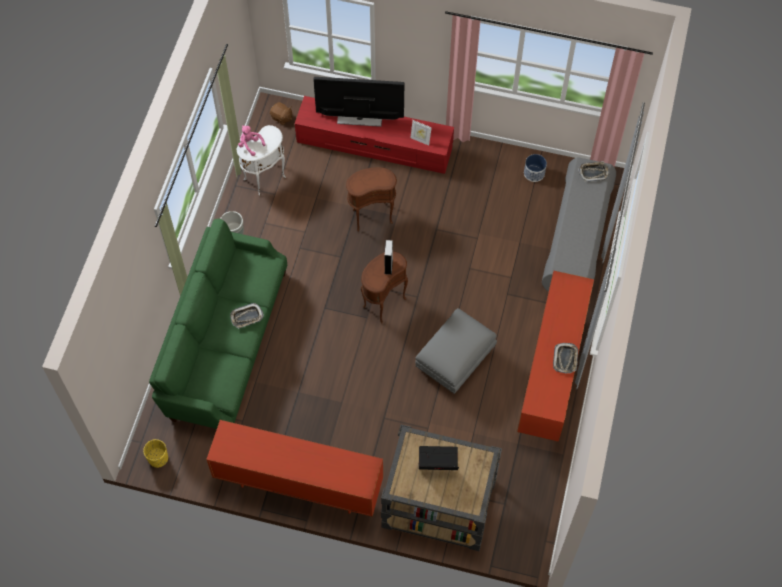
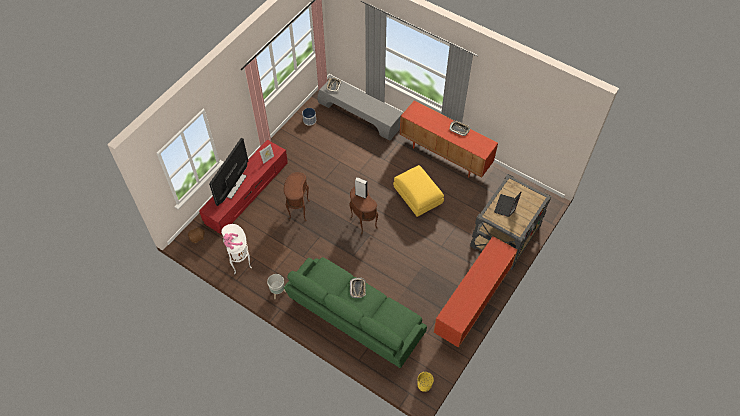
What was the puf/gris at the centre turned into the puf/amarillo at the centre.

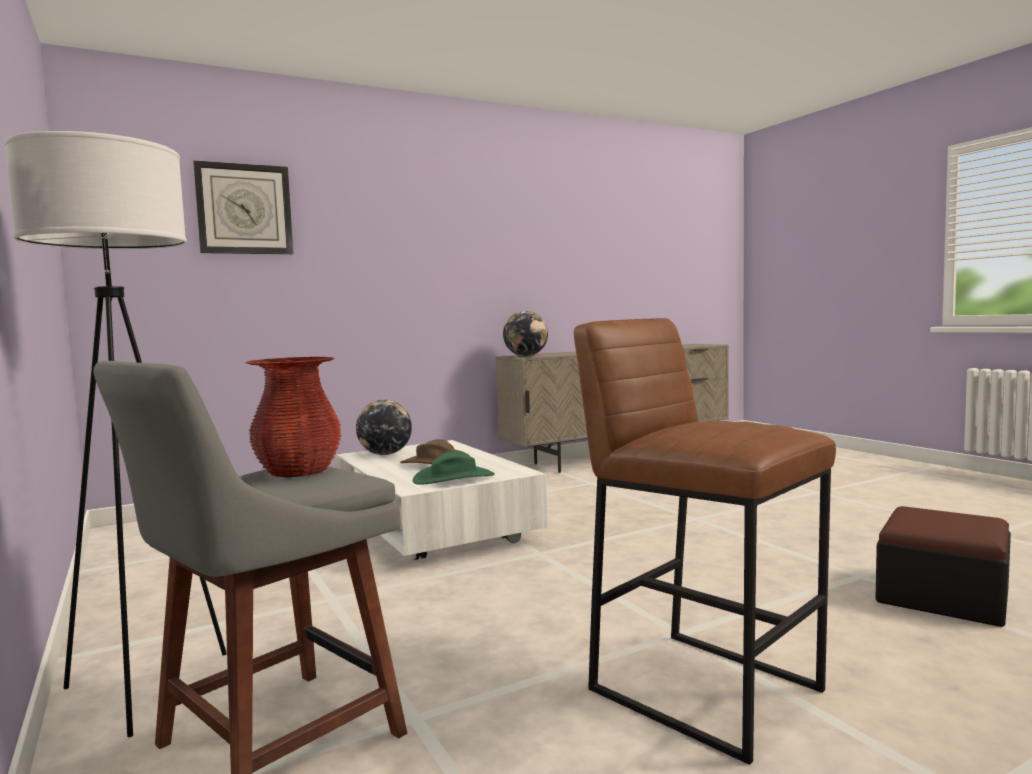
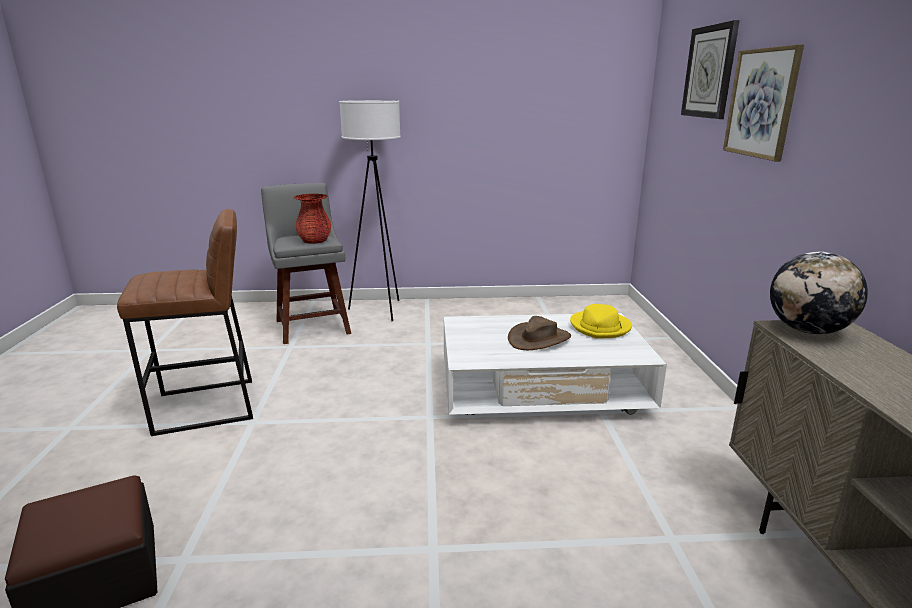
Where the globo terráqueo (1st from left) stood at the centre, the sombrero/amarillo came to stand at the centre. The second view gained the cuadro at the top right. The second view lost the sombrero/verde at the centre.

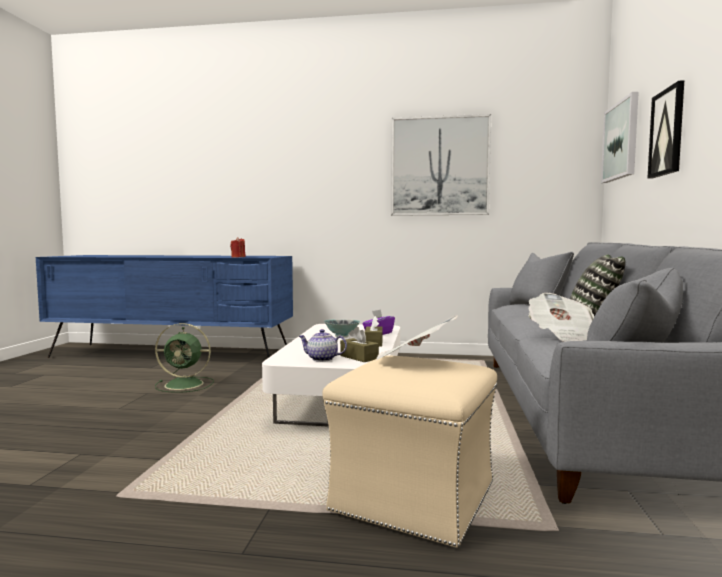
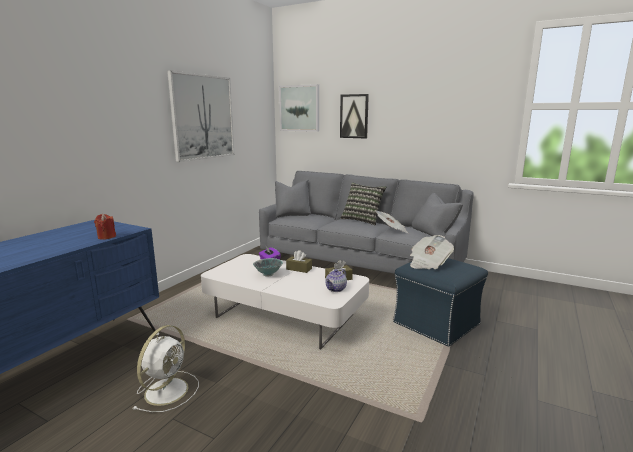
What was the ventilador/verde at the middle left turned into the ventilador/blanco at the bottom left. What was the puf/beis at the bottom centre turned into the puf/azul at the bottom right.

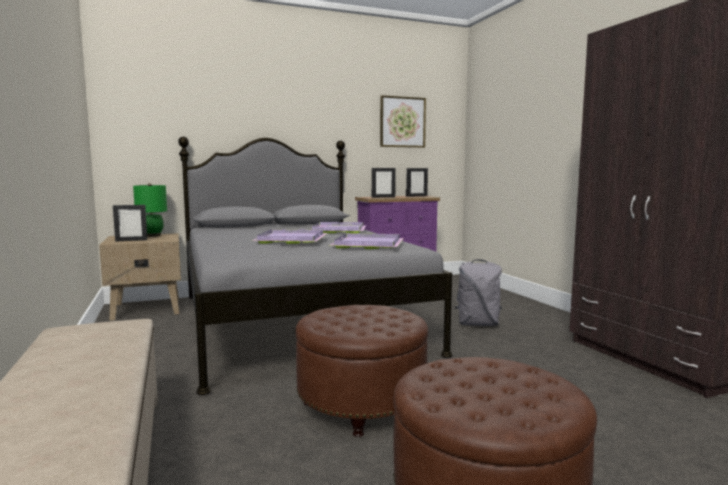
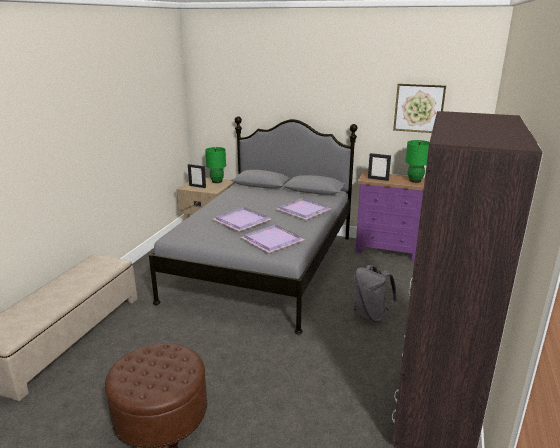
Where the portarretratos (3rd from left) stood at the centre, the lámpara de mesa/verde (2nd from left) came to stand at the middle right. The second view lost the puf/marrón (1st from left) at the bottom centre.

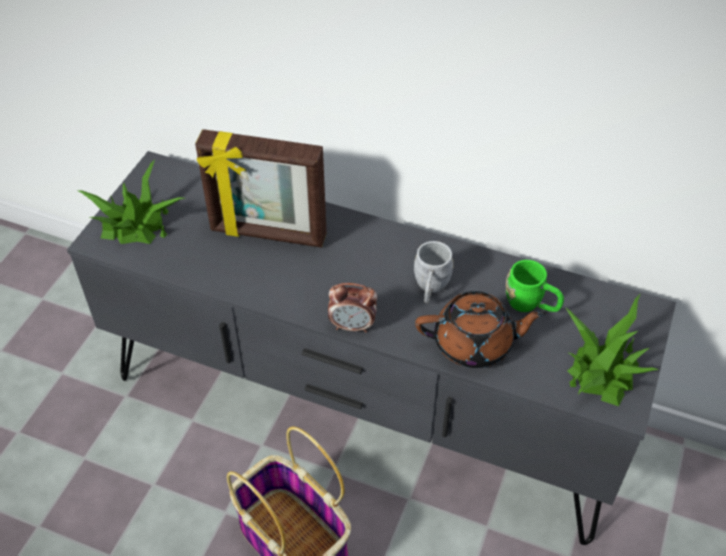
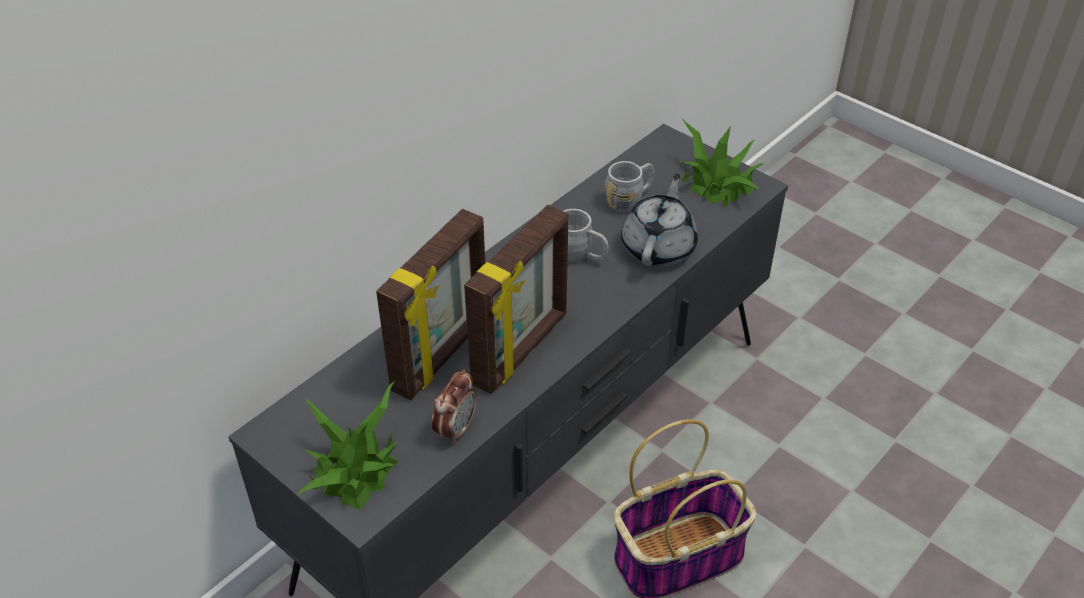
The despertador ended up elsewhere, having gone from the centre to the bottom centre. The second view gained the portarretratos (2nd from left) at the centre. What was the taza grande/verde at the middle right turned into the taza grande/gris (2nd from left) at the top centre. What was the tetera/marrón at the centre turned into the tetera/gris at the centre.

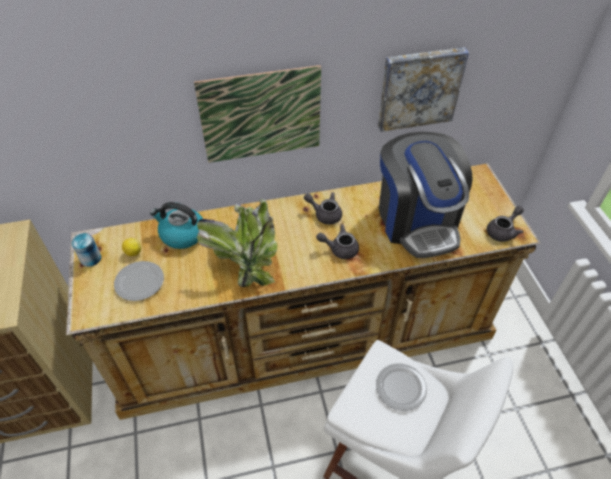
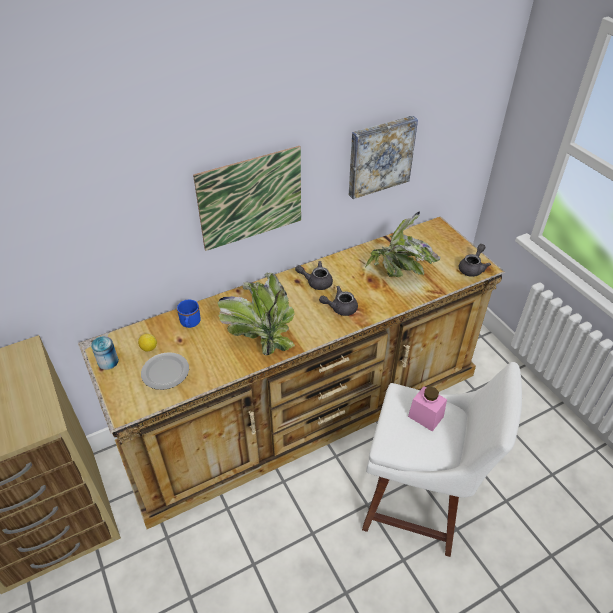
Where the hervidor stood at the middle left, the taza grande/azul came to stand at the middle left. Where the cafetera stood at the middle right, the planta en maceta (2nd from left) came to stand at the centre. Where the plato (2nd from left) stood at the bottom centre, the tarro/rosa came to stand at the bottom right.

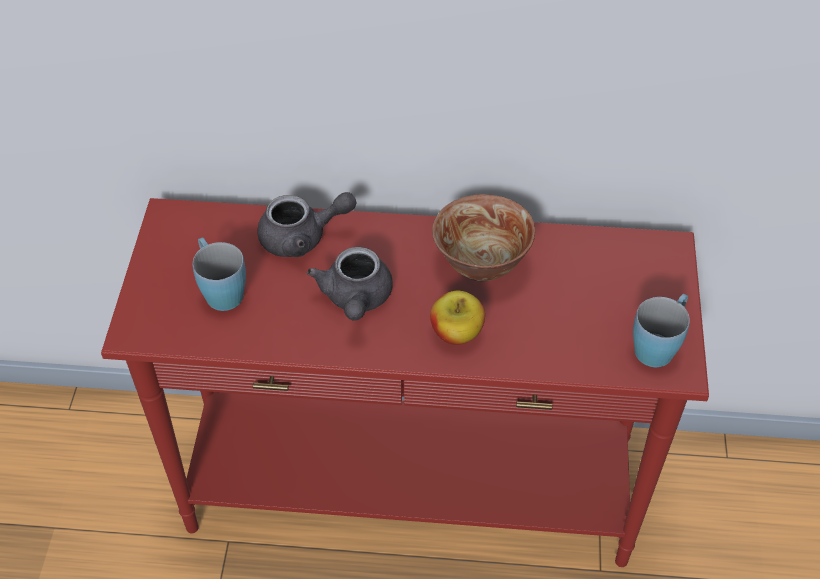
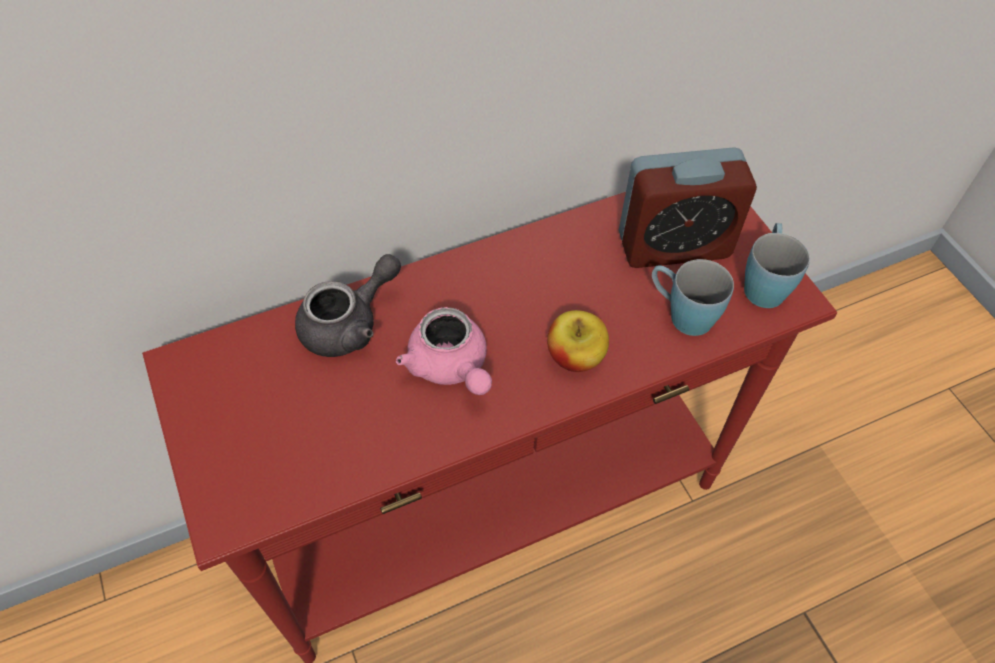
What was the tetera/gris (2nd from left) at the centre turned into the tetera/rosa at the centre. The second view gained the despertador at the top right. The taza grande/azul (1st from left) ended up elsewhere, having gone from the middle left to the middle right. The second view lost the cuenco at the centre.

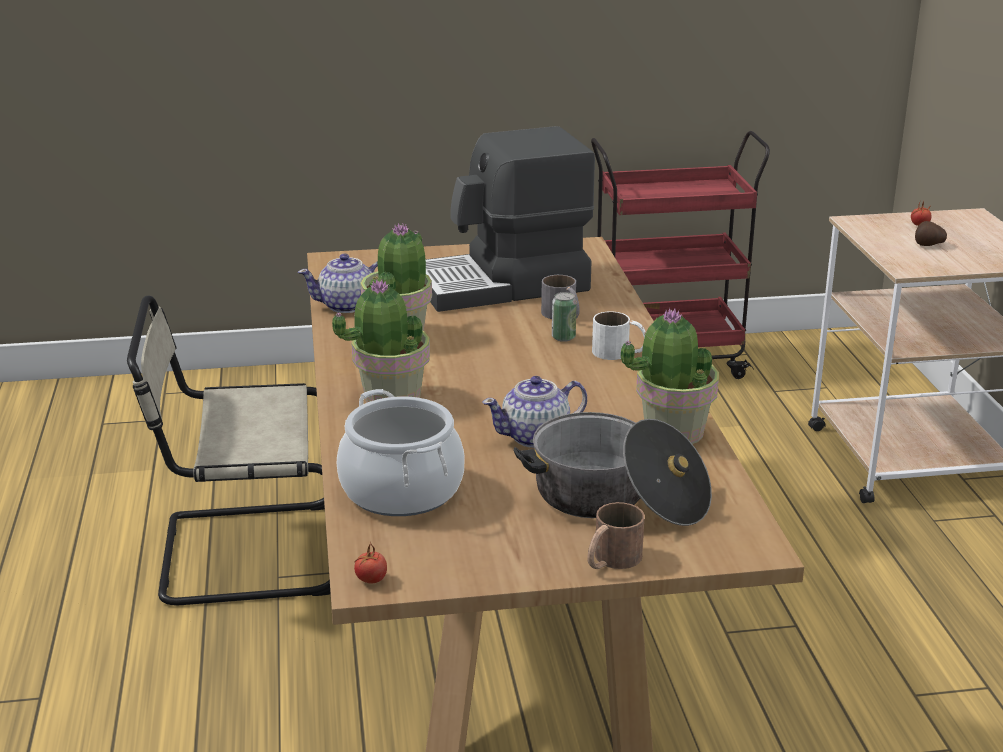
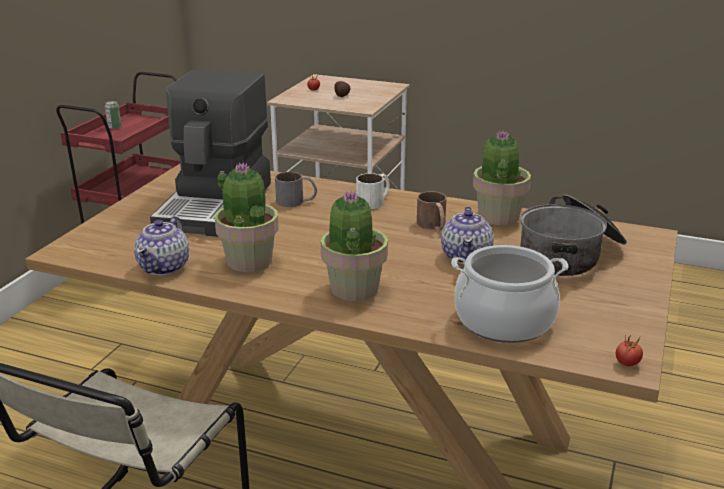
The lata ended up elsewhere, having gone from the centre to the top left. The taza grande/marrón ended up elsewhere, having gone from the bottom centre to the centre.

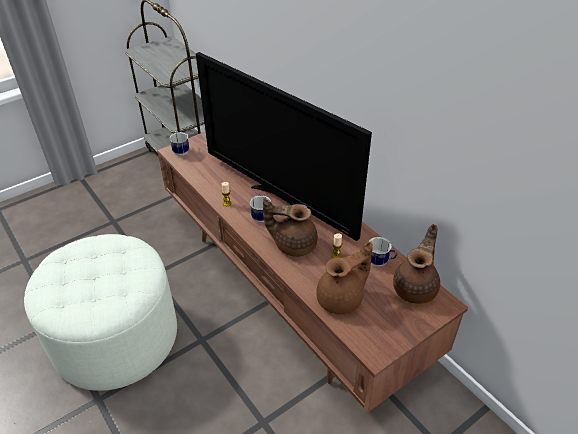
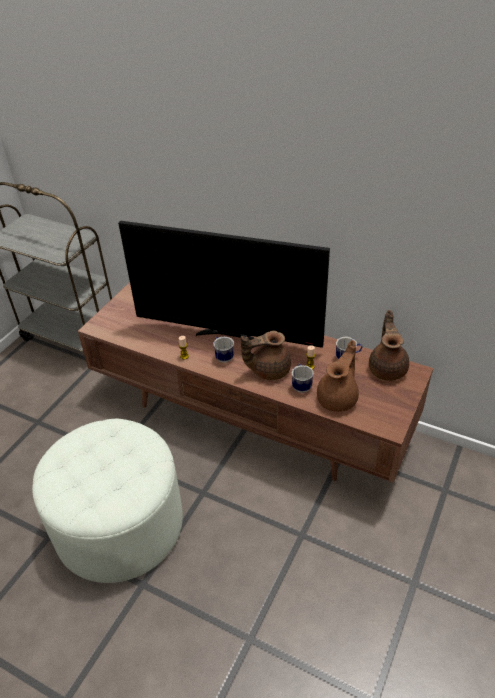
The taza grande (1st from left in the first image) ended up elsewhere, having gone from the top left to the centre.

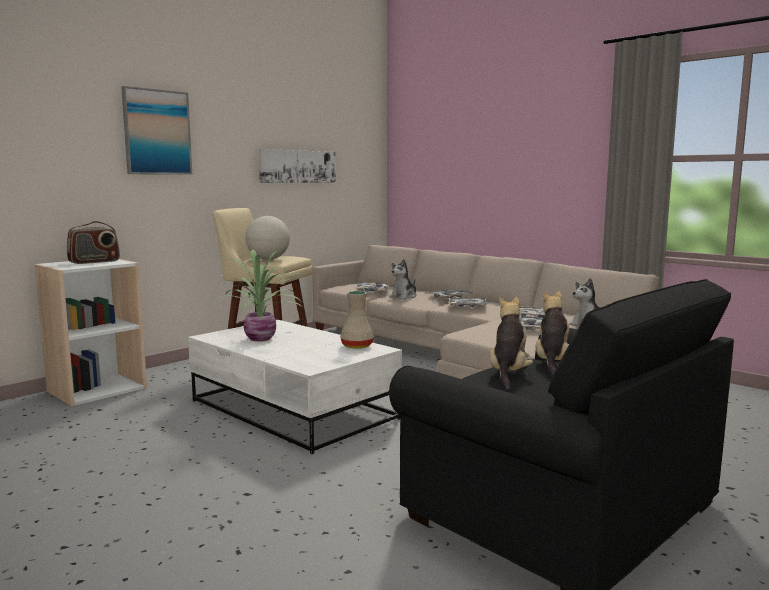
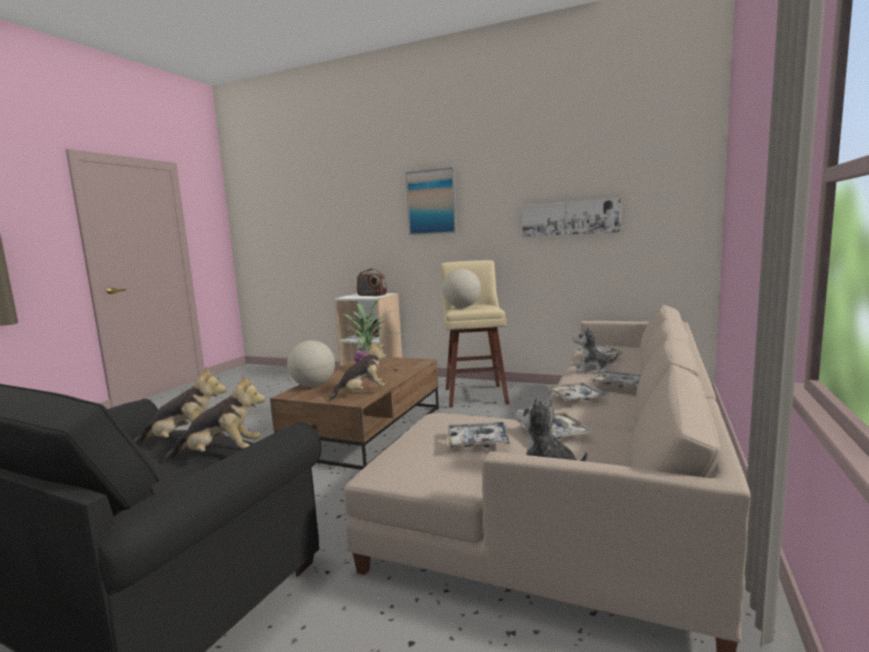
What was the mesa de centro/blanco at the centre turned into the mesa de centro/marrón at the centre. The second view gained the globo terráqueo (1st from left) at the centre. Where the florero/beis stood at the centre, the peluche (3rd from left) came to stand at the centre.

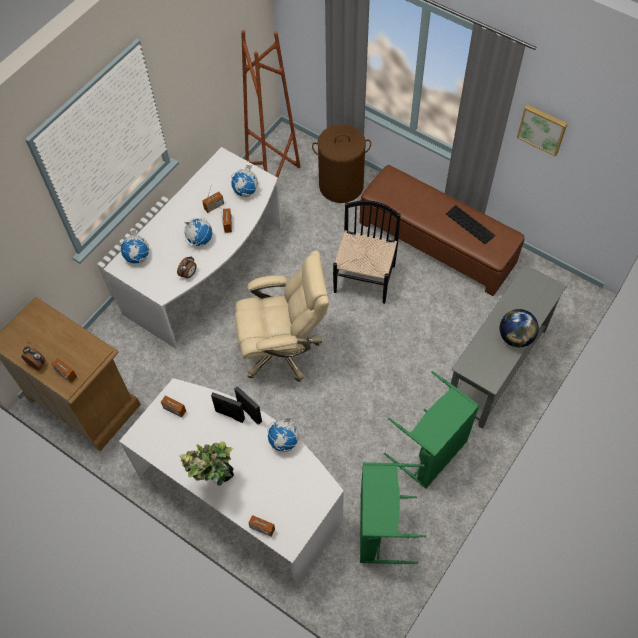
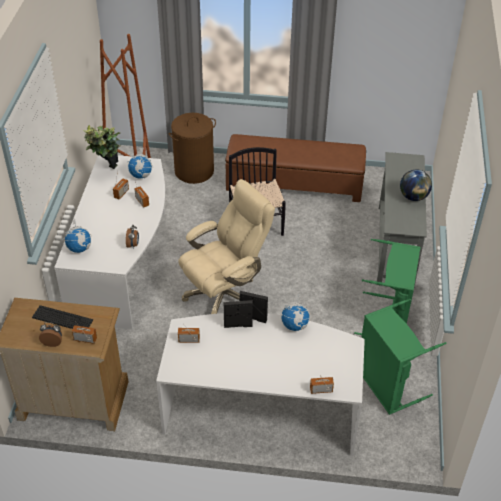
The teclado ended up elsewhere, having gone from the middle right to the middle left. The planta en maceta ended up elsewhere, having gone from the bottom left to the top left. The second view lost the globo terráqueo (2nd from left) at the middle left. The second view lost the cuadro at the top right.

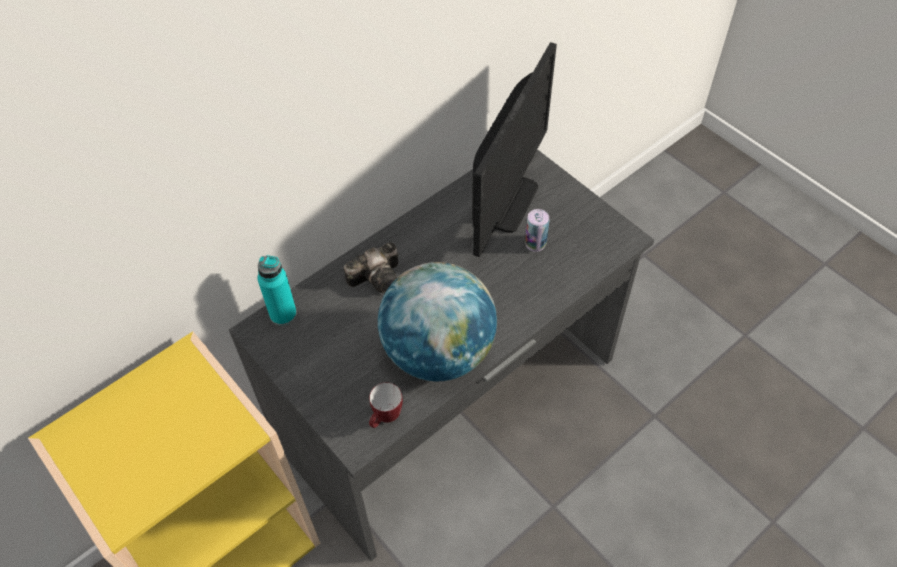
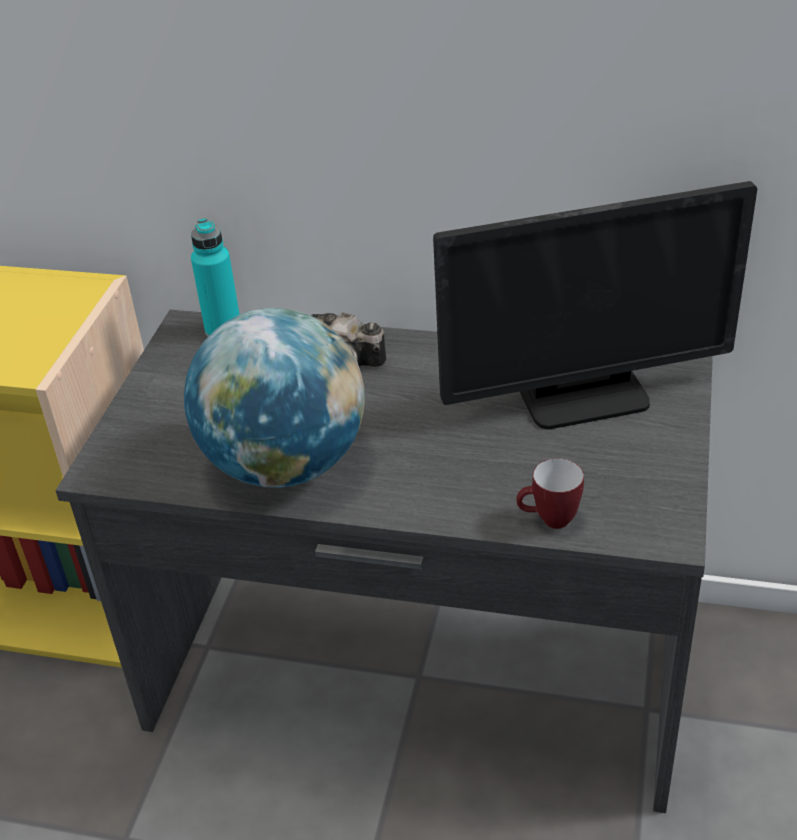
The taza grande ended up elsewhere, having gone from the bottom centre to the middle right. The second view lost the lata at the centre.

